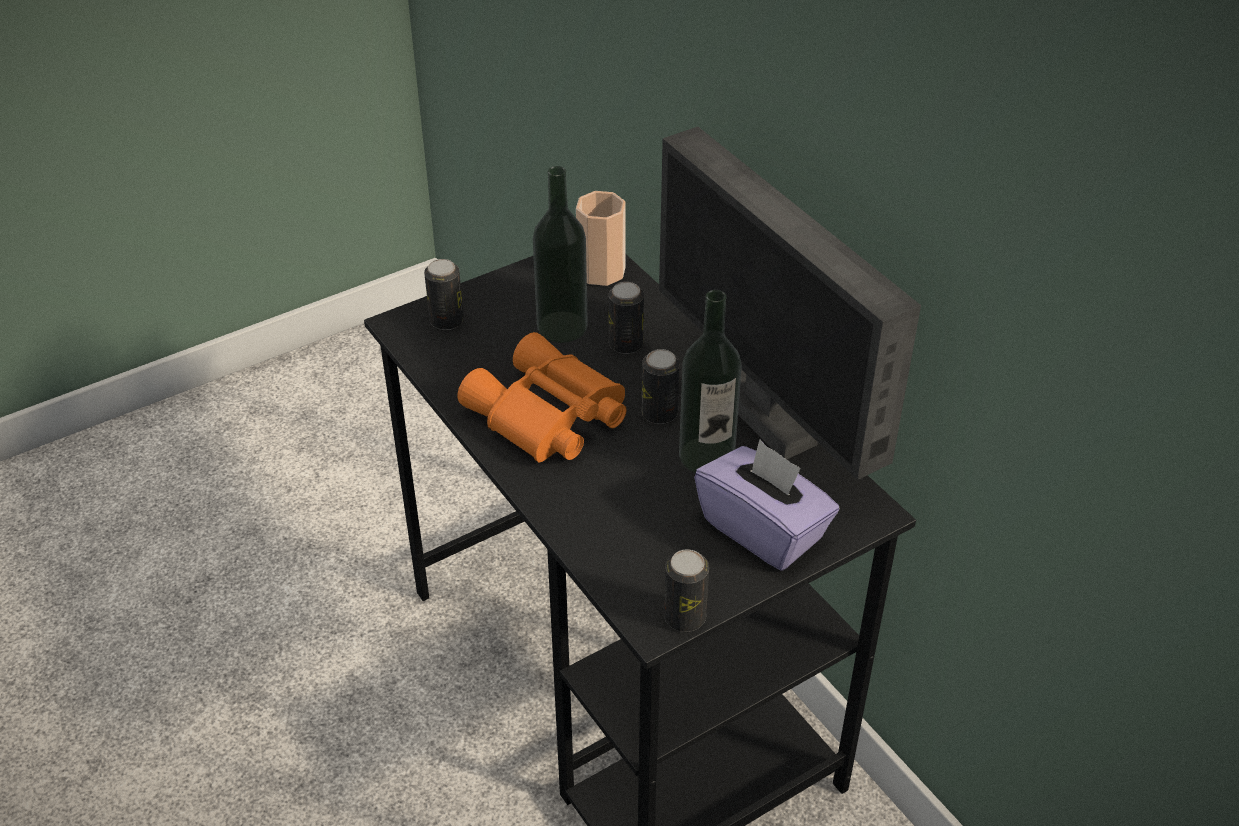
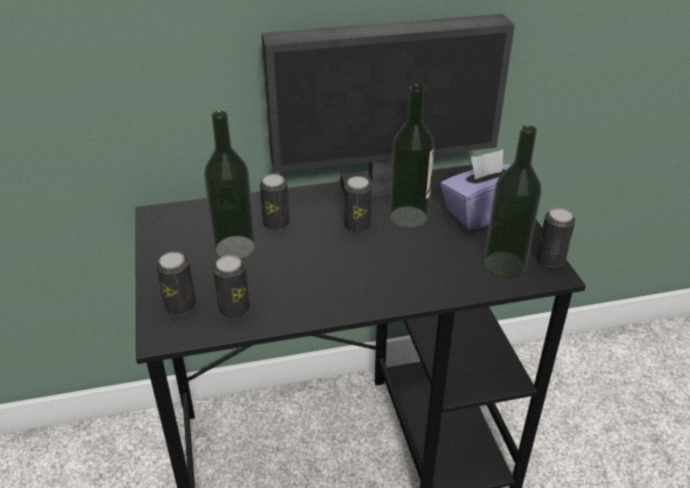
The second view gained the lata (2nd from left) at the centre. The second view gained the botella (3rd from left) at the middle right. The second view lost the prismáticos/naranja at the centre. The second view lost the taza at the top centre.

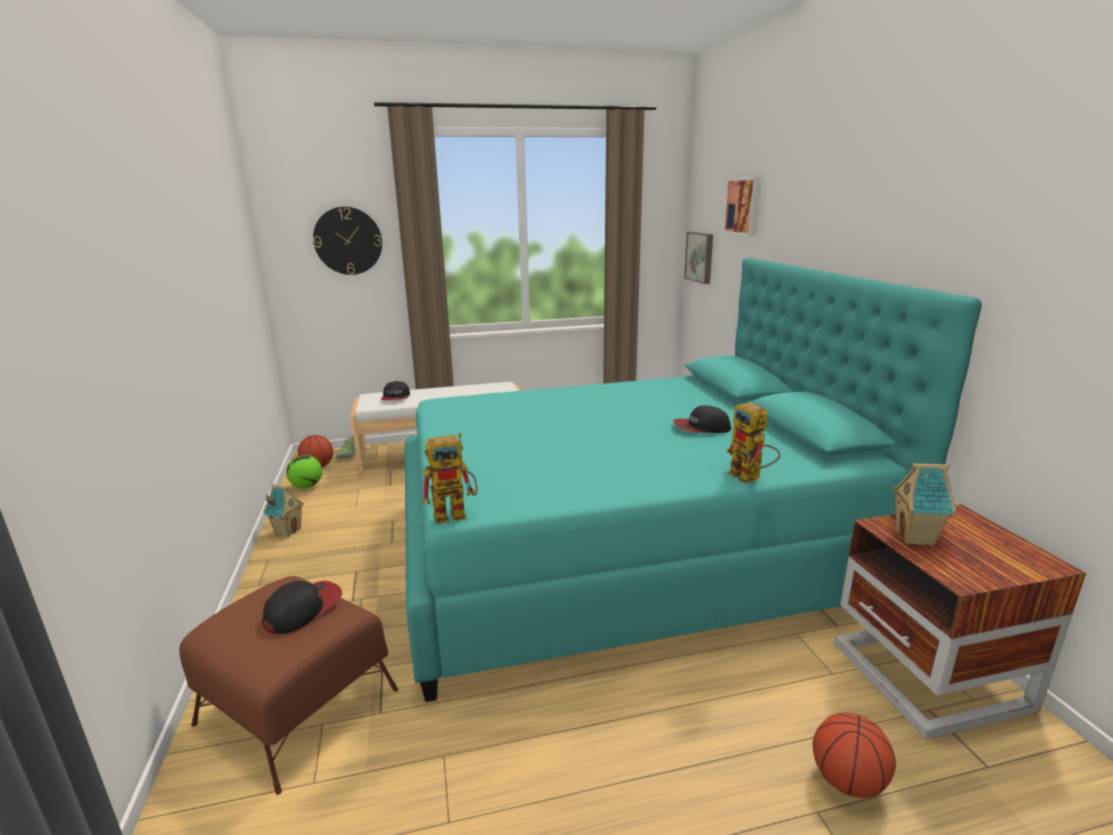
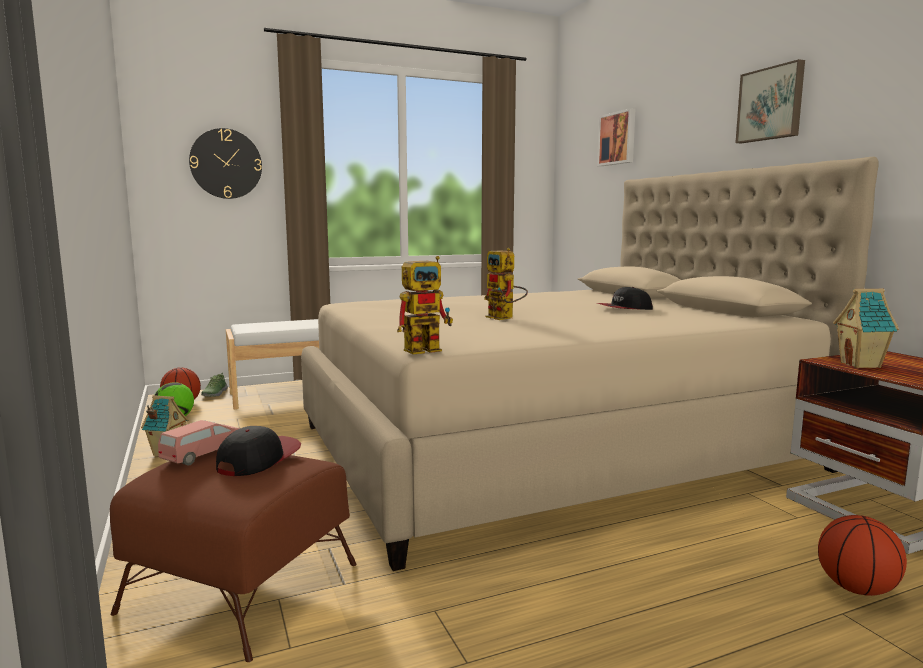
The second view gained the coche de juguete/rosa at the middle left. What was the cama/turquesa at the centre turned into the cama/beis at the centre. The robot de juguete (2nd from left) ended up elsewhere, having gone from the middle right to the centre. The cuadro (1st from left in the first image) ended up elsewhere, having gone from the top centre to the top right. The second view lost the gorra (2nd from left) at the centre.

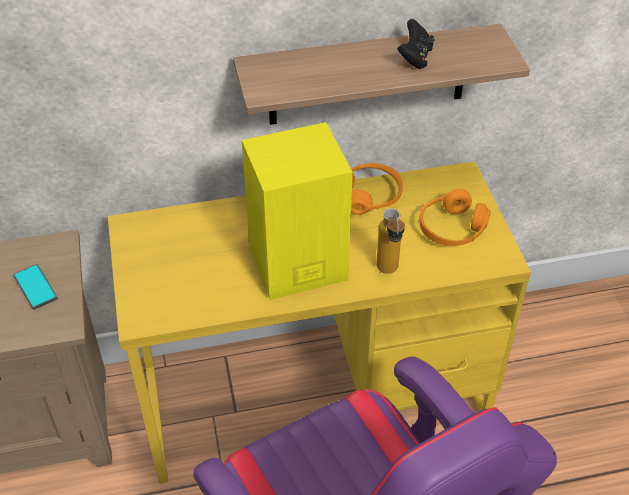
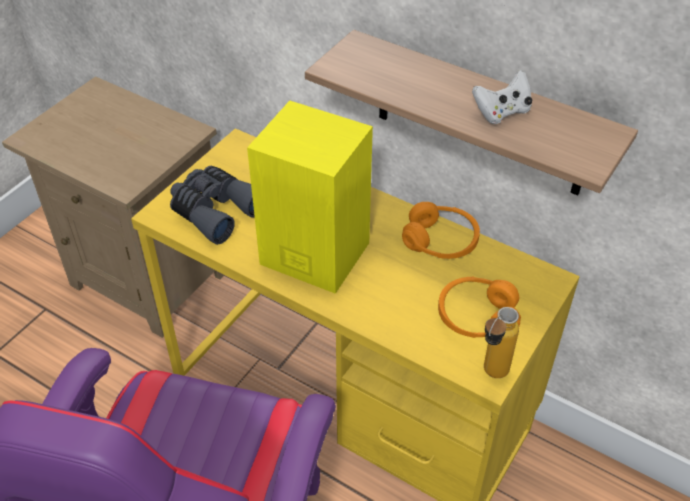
The second view gained the prismáticos/gris at the middle left. What was the mando de consola/negro at the top centre turned into the mando de consola/blanco at the top right. The botella ended up elsewhere, having gone from the centre to the bottom right. The second view lost the móvil at the middle left.

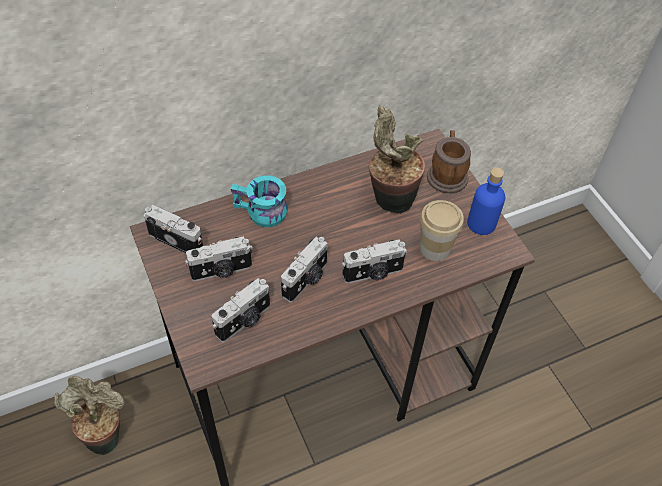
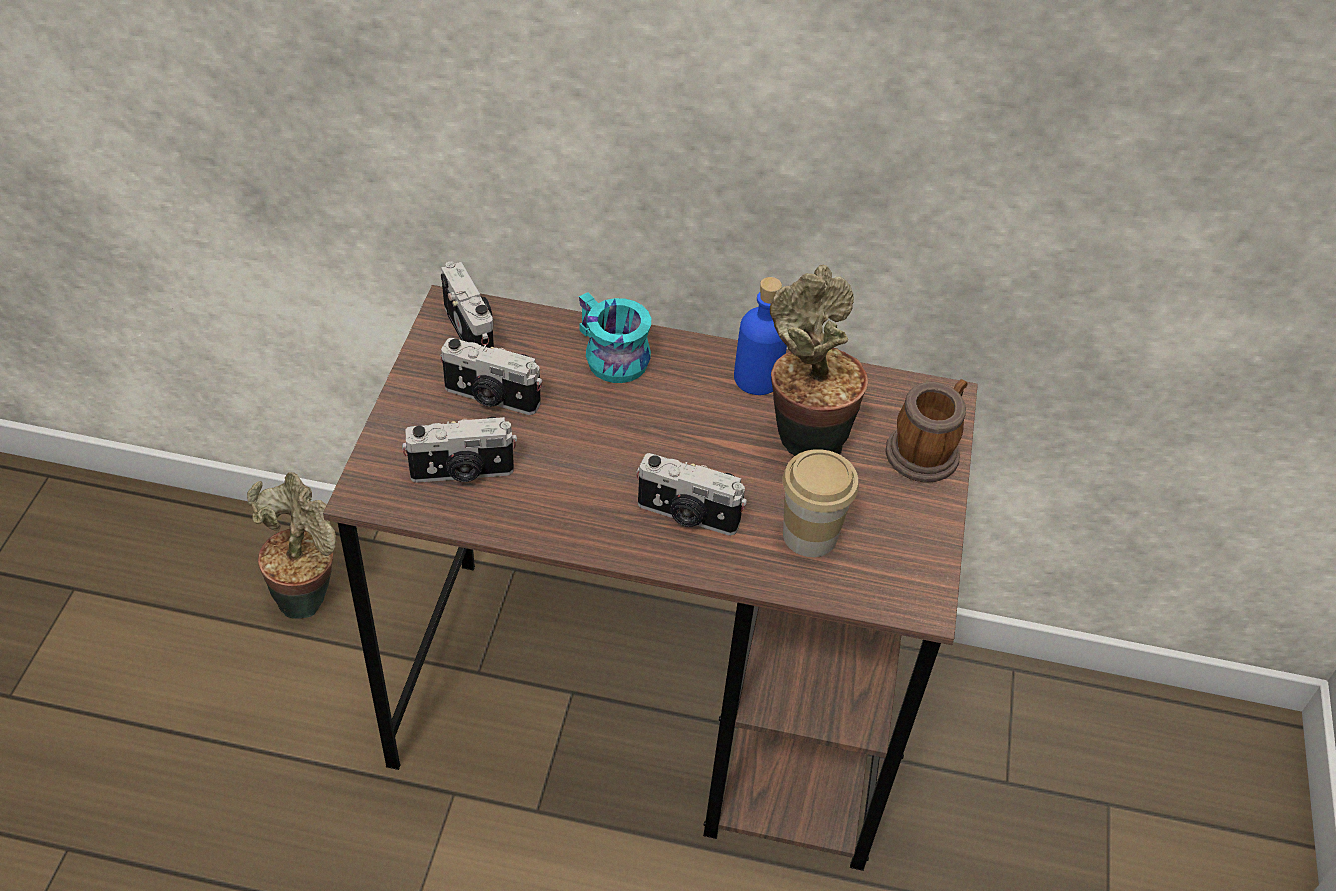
The botella/azul ended up elsewhere, having gone from the middle right to the centre. The second view lost the cámara (4th from left) at the centre.

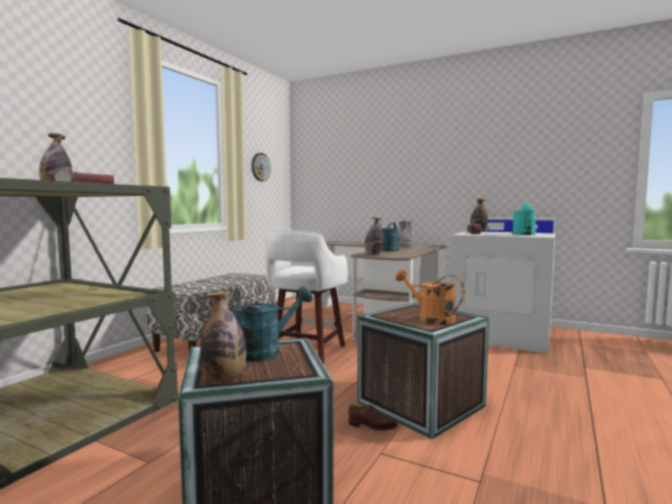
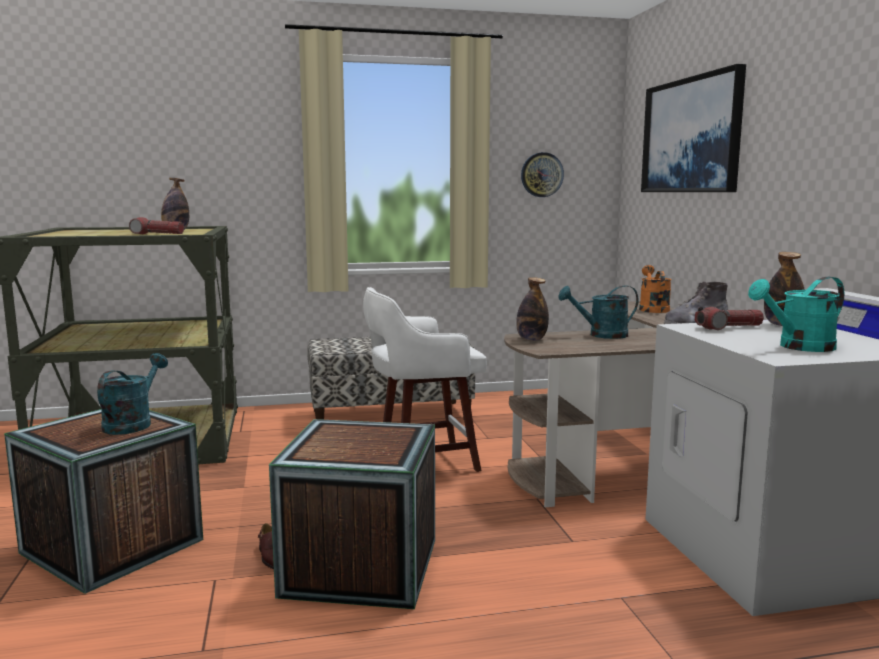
The regadera/turquesa (1st from left) at the centre ended up facing another way, 90 degrees counterclockwise from before. The regadera/naranja ended up elsewhere, having gone from the centre to the middle right. The second view gained the cuadro at the top right. The second view lost the botella (2nd from left) at the middle left.

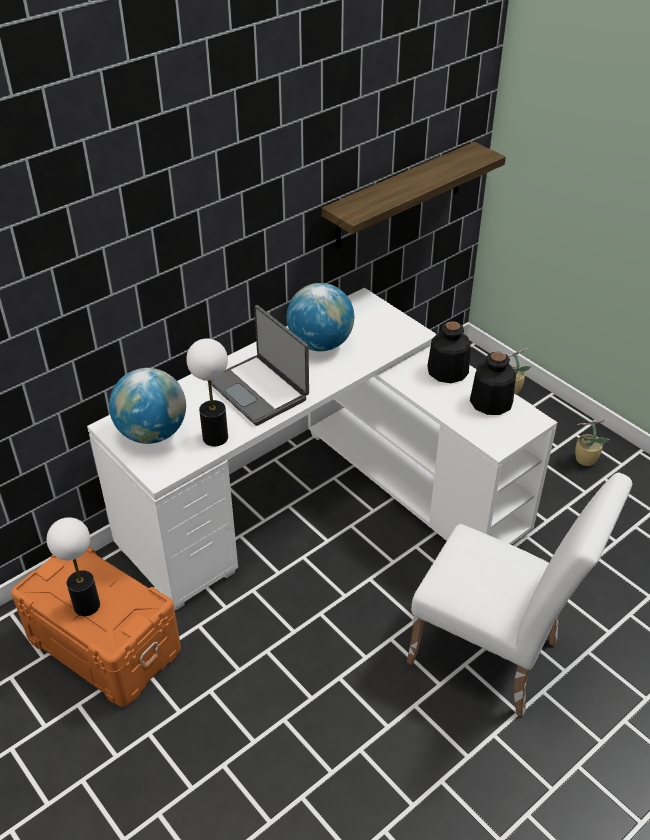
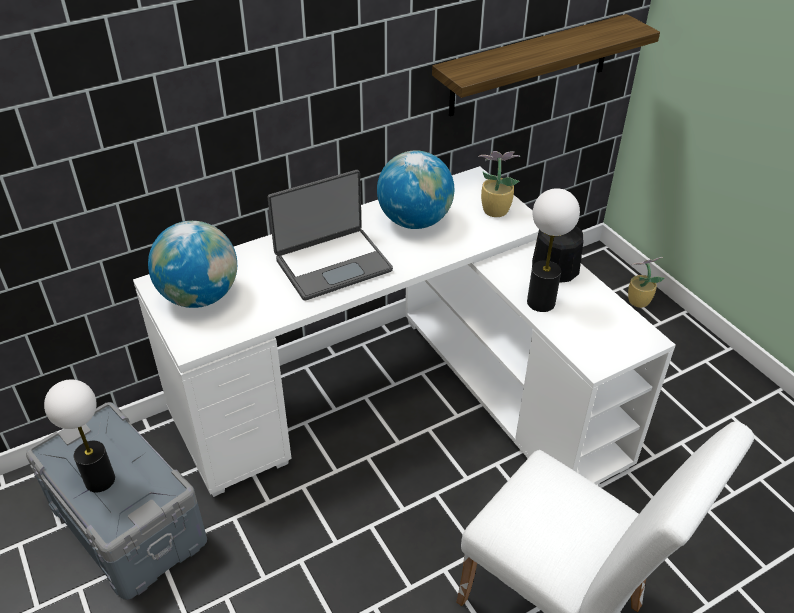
What was the caja de almacenaje/naranja at the bottom left turned into the caja de almacenaje/gris at the bottom left. The portátil at the centre ended up facing another way, 90 degrees counterclockwise from before. The planta en maceta (2nd from left in the first image) ended up elsewhere, having gone from the middle right to the top centre. The lámpara de mesa (2nd from left) ended up elsewhere, having gone from the middle left to the middle right. The second view lost the botella (2nd from left) at the middle right.

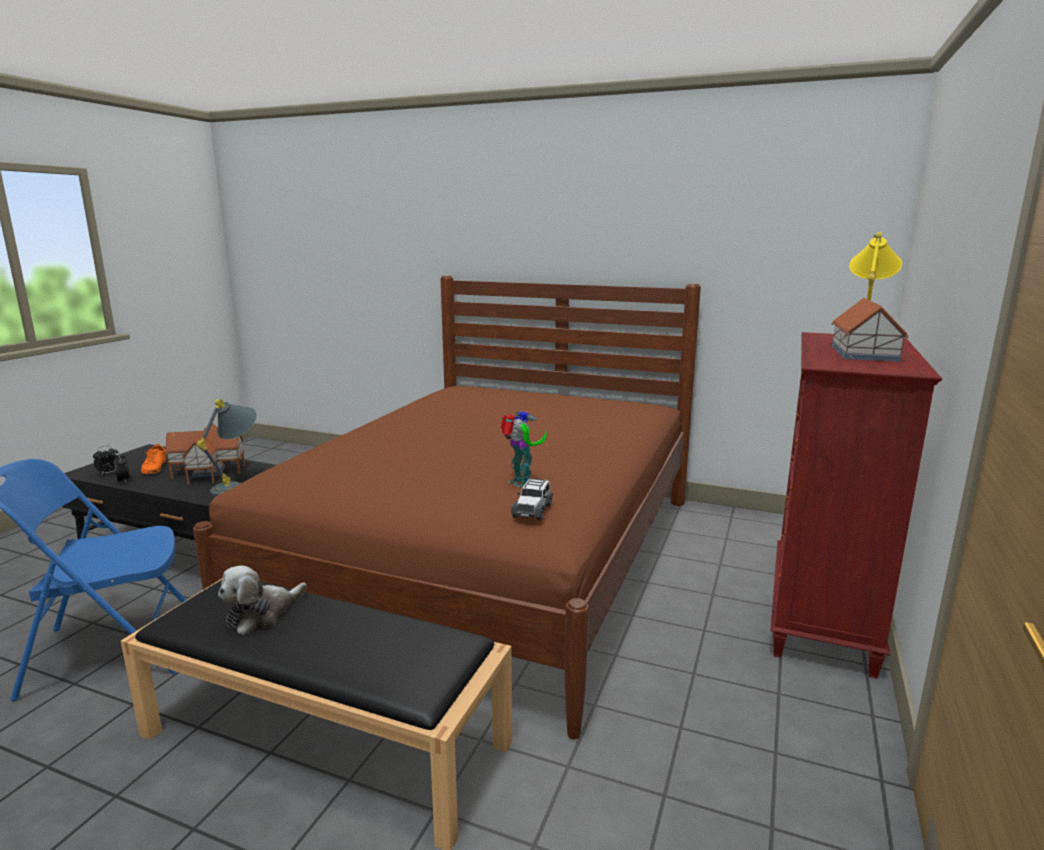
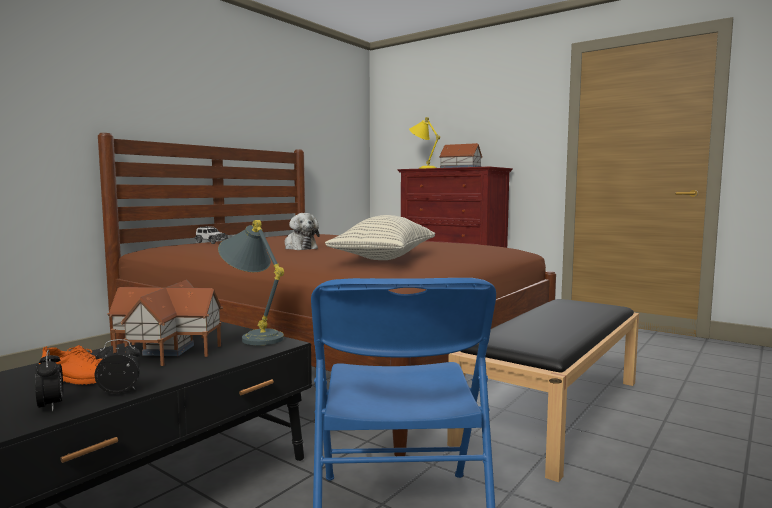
The coche de juguete ended up elsewhere, having gone from the centre to the middle left. The peluche ended up elsewhere, having gone from the bottom left to the centre. The second view gained the cojín at the centre. The second view lost the robot de juguete at the centre.

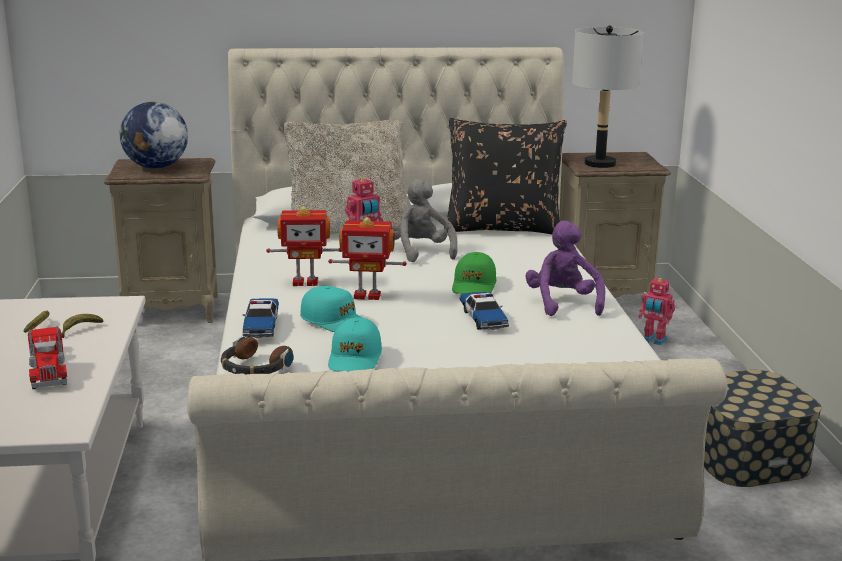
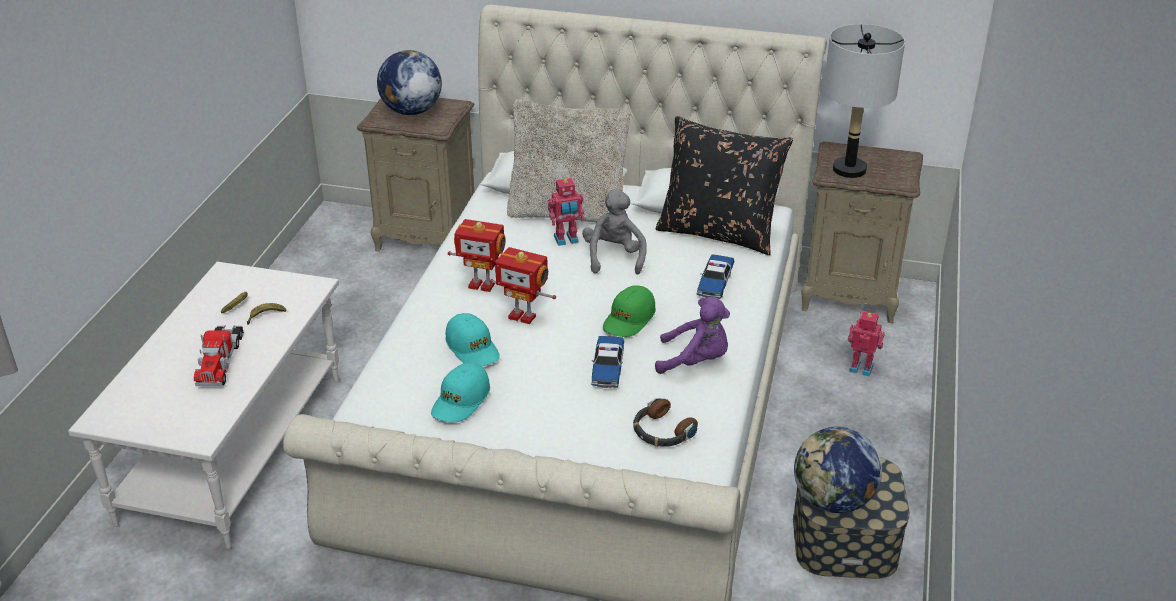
The auriculares ended up elsewhere, having gone from the middle left to the bottom centre. The peluche/morado at the middle right ended up facing another way, 90 degrees clockwise from before. The coche de juguete (1st from left in the first image) ended up elsewhere, having gone from the middle left to the centre. The second view gained the globo terráqueo (2nd from left) at the bottom right. The robot de juguete (4th from left) at the middle right ended up facing another way, 150 degrees clockwise from before.

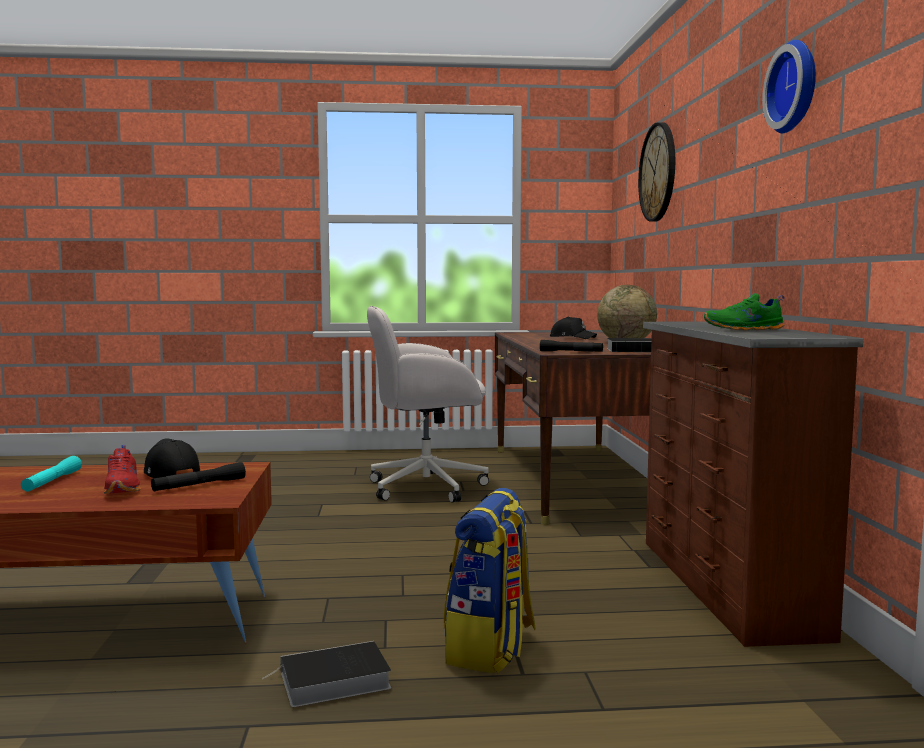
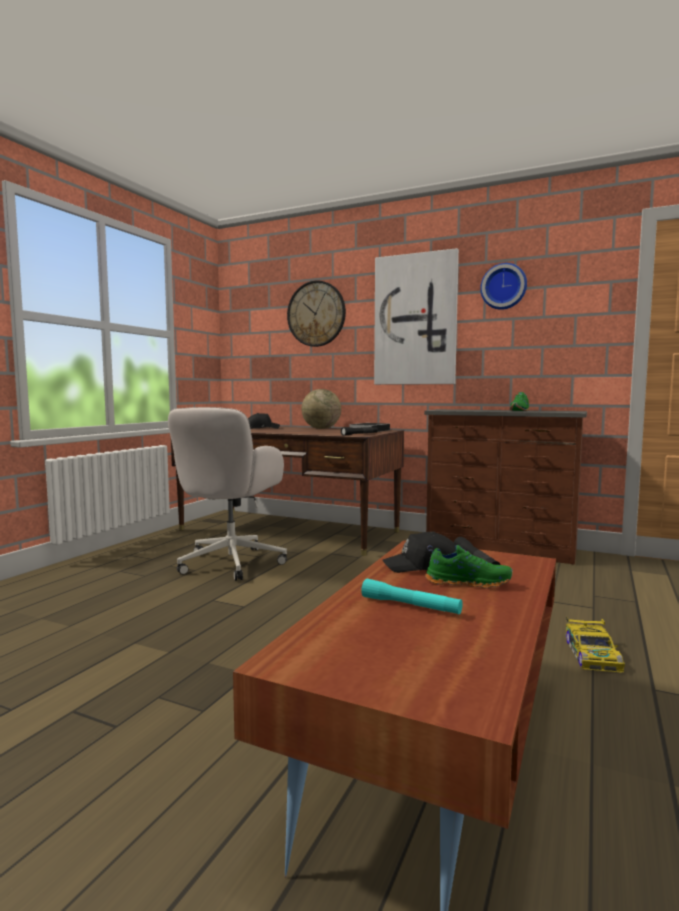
The second view gained the cuadro at the centre. What was the zapato/rojo at the middle left turned into the zapato/verde (1st from left) at the middle right. Where the libro (1st from left) stood at the bottom centre, the coche de juguete came to stand at the bottom right. The second view lost the mochila at the bottom centre.

